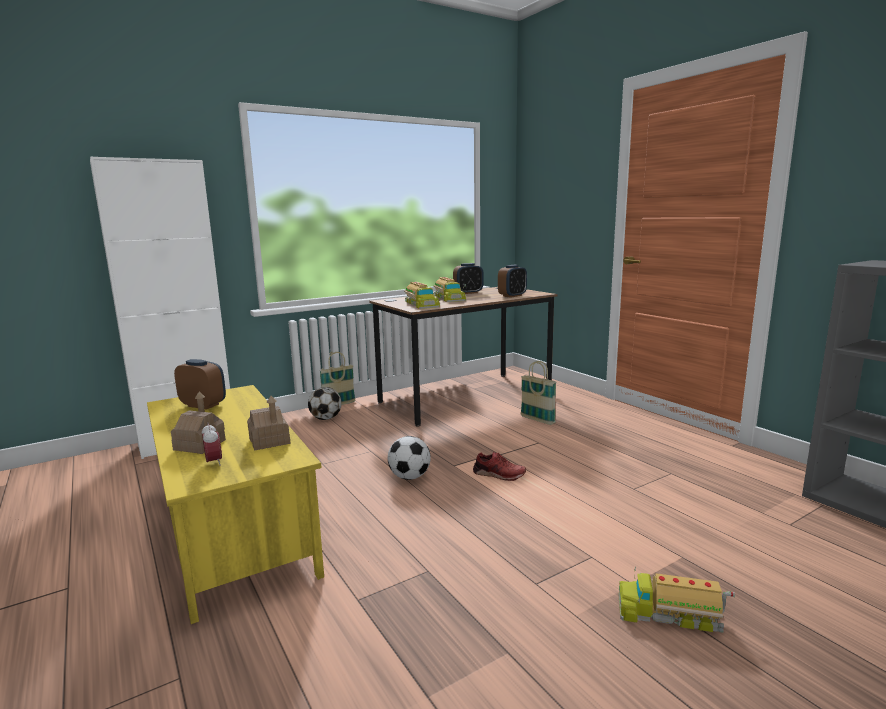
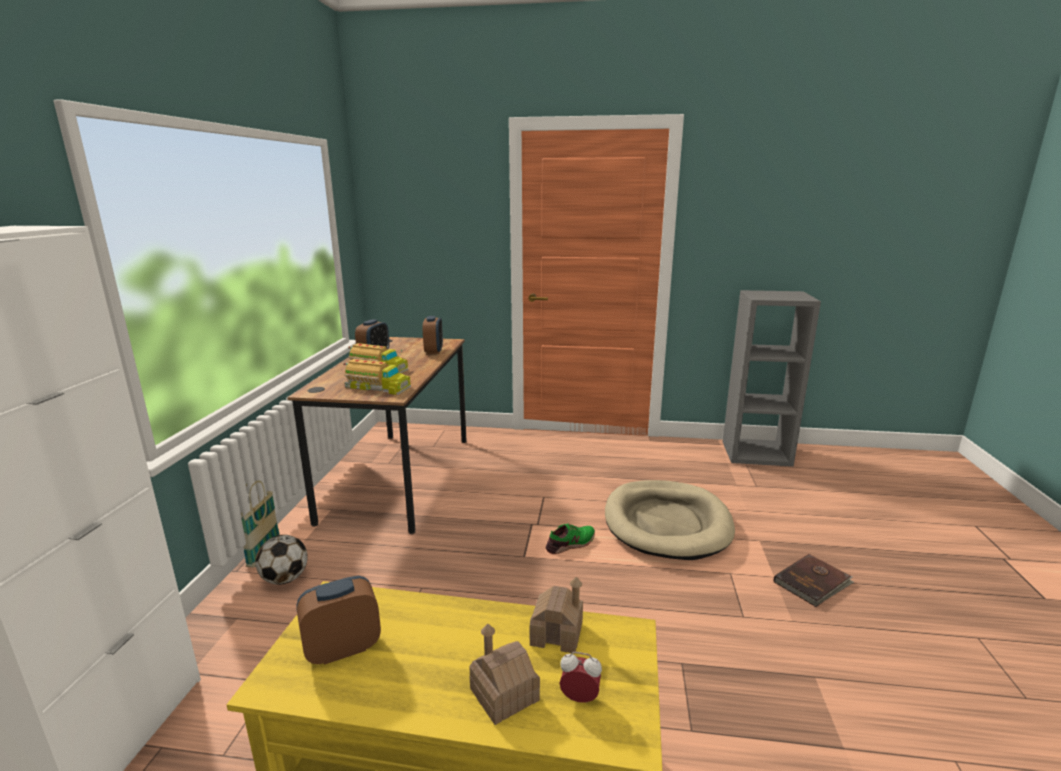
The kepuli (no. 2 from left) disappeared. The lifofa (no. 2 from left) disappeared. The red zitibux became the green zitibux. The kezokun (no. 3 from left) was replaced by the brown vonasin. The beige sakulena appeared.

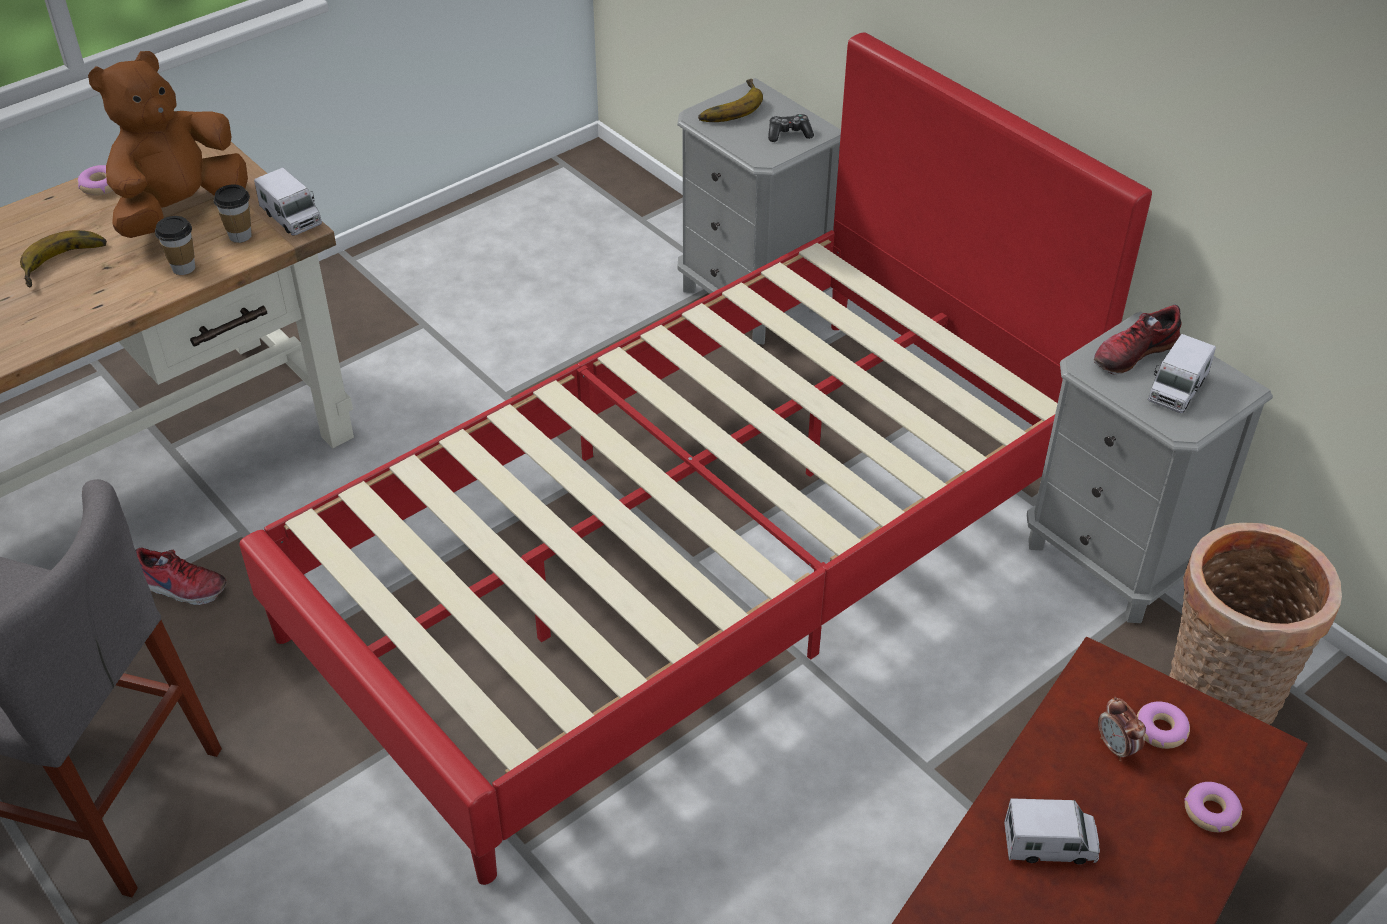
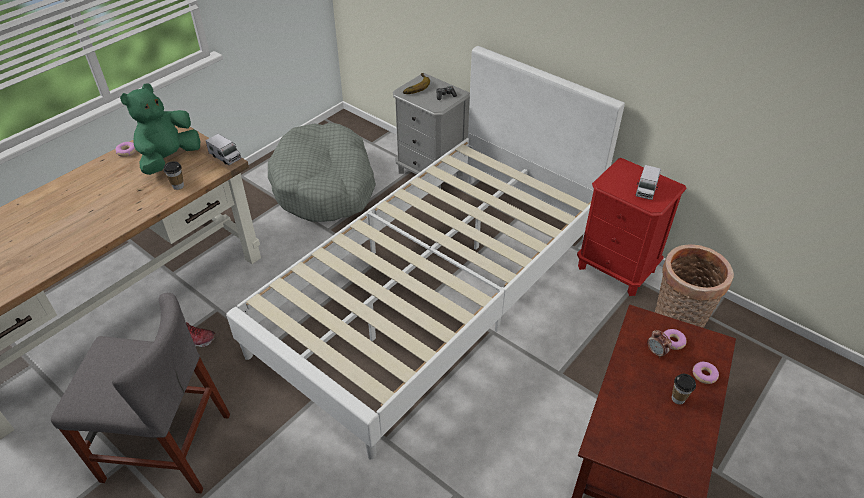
The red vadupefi became the white vadupefi. The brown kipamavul became the green kipamavul. The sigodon (no. 2 from left) moved. The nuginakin (no. 1 from left) disappeared. The zitibux (no. 2 from left) disappeared. The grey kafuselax (no. 2 from left) became the red kafuselax. The kezokun (no. 2 from left) disappeared. The grey sakulena appeared.

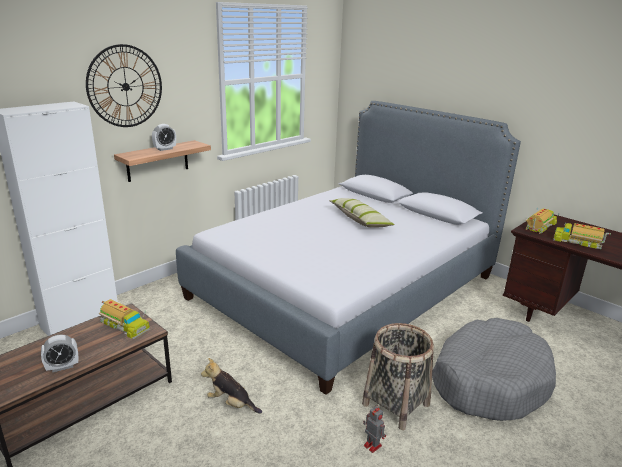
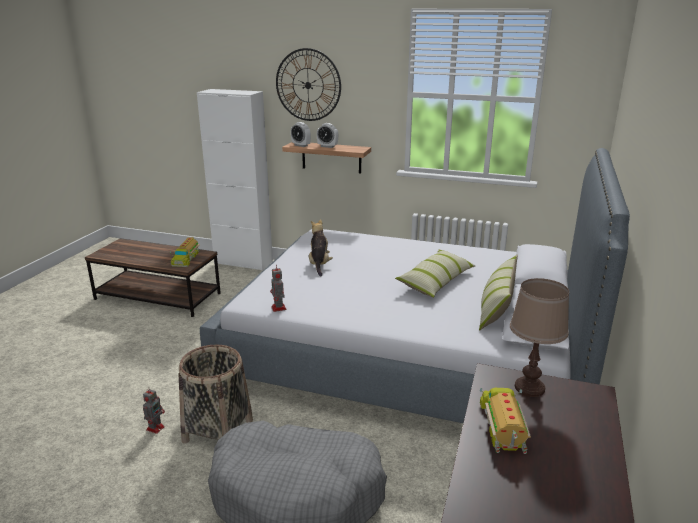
The kezokun (no. 2 from left) was replaced by the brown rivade. The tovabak (no. 1 from left) moved. The kipamavul moved. The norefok (no. 2 from left) appeared. The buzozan (no. 2 from left) appeared.

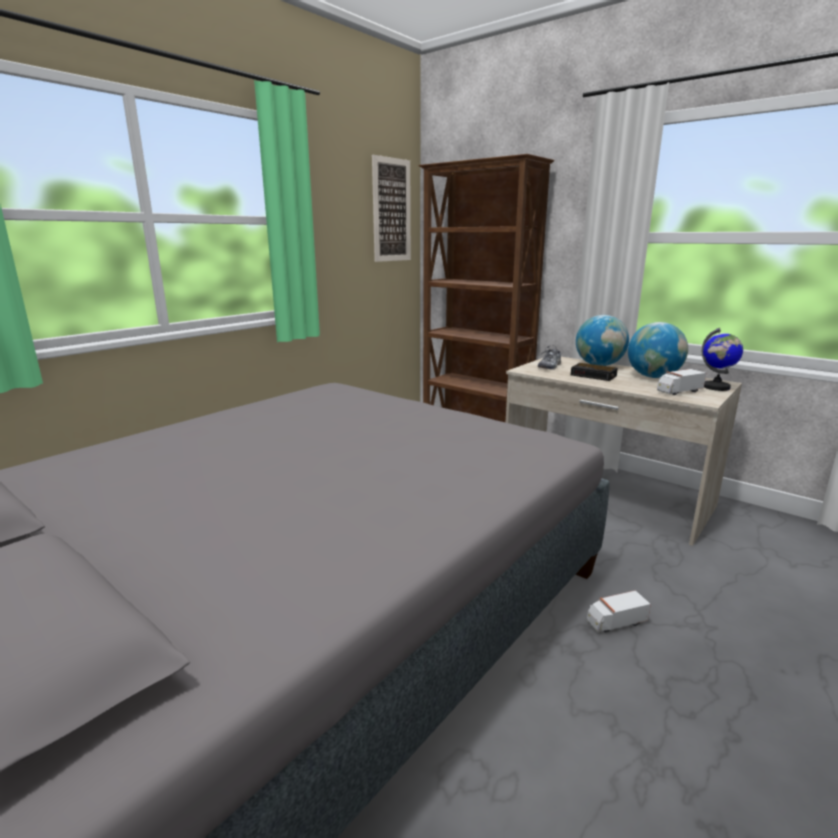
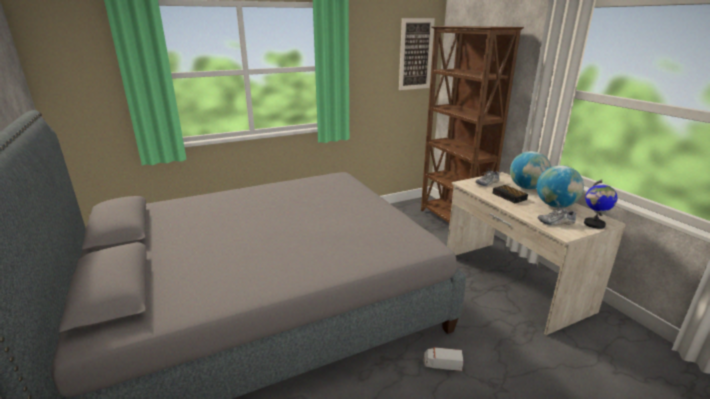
The kezokun (no. 2 from left) was replaced by the zitibux (no. 2 from left).

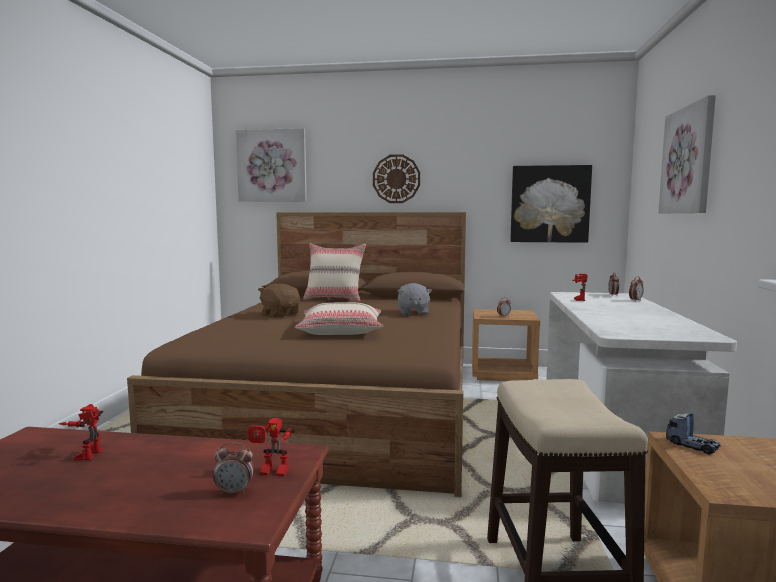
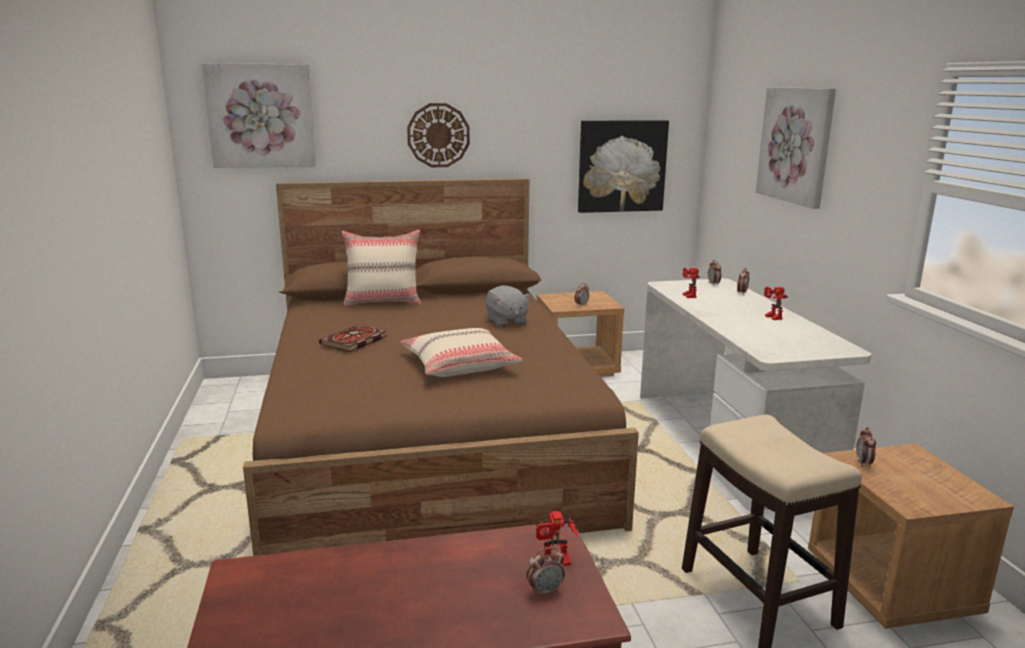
The brown kipamavul was replaced by the vonasin. The buzozan (no. 1 from left in the first image) moved. The kezokun was replaced by the tovabak (no. 5 from left).

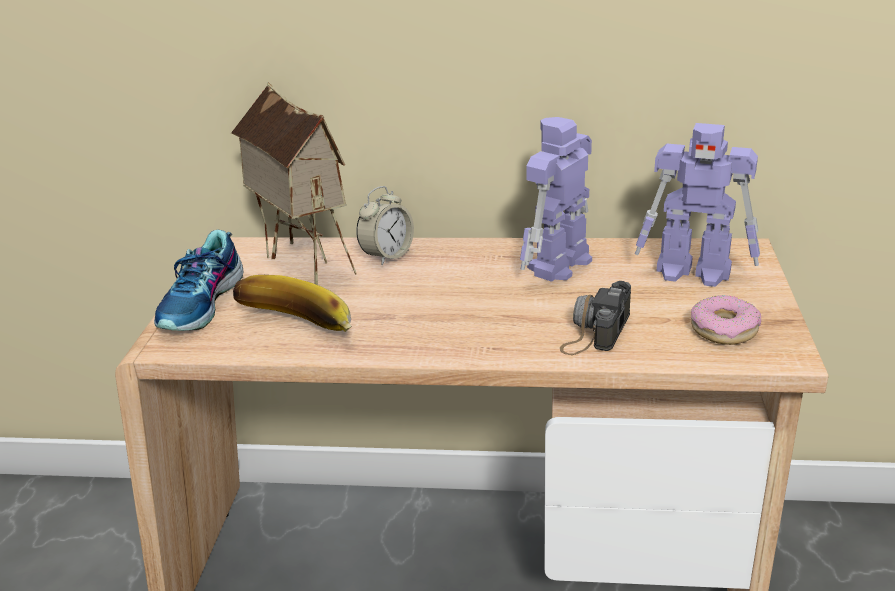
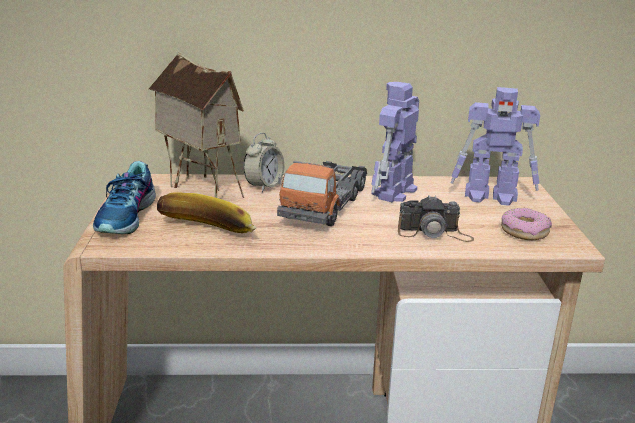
The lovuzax turned 105 degrees counterclockwise. The kezokun appeared.

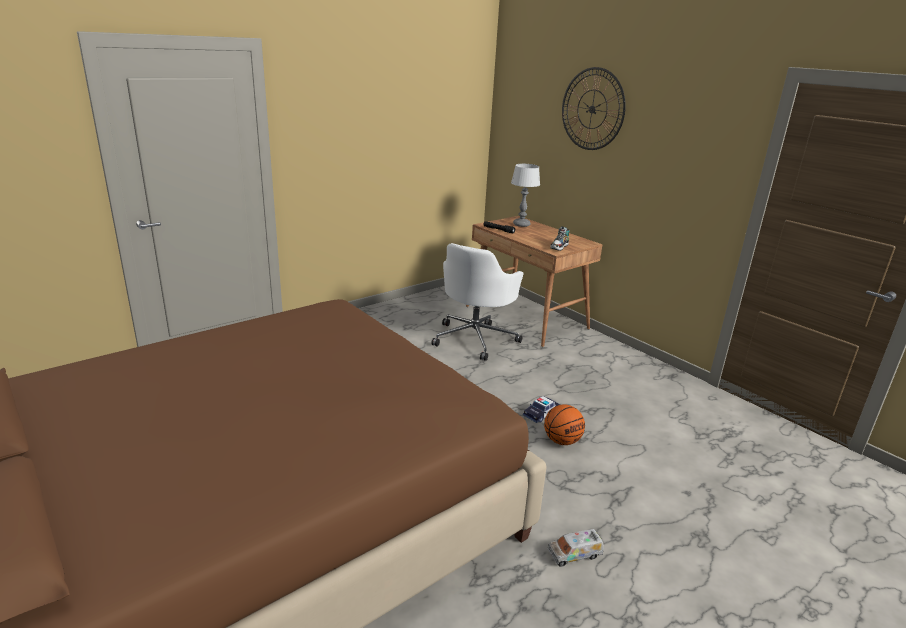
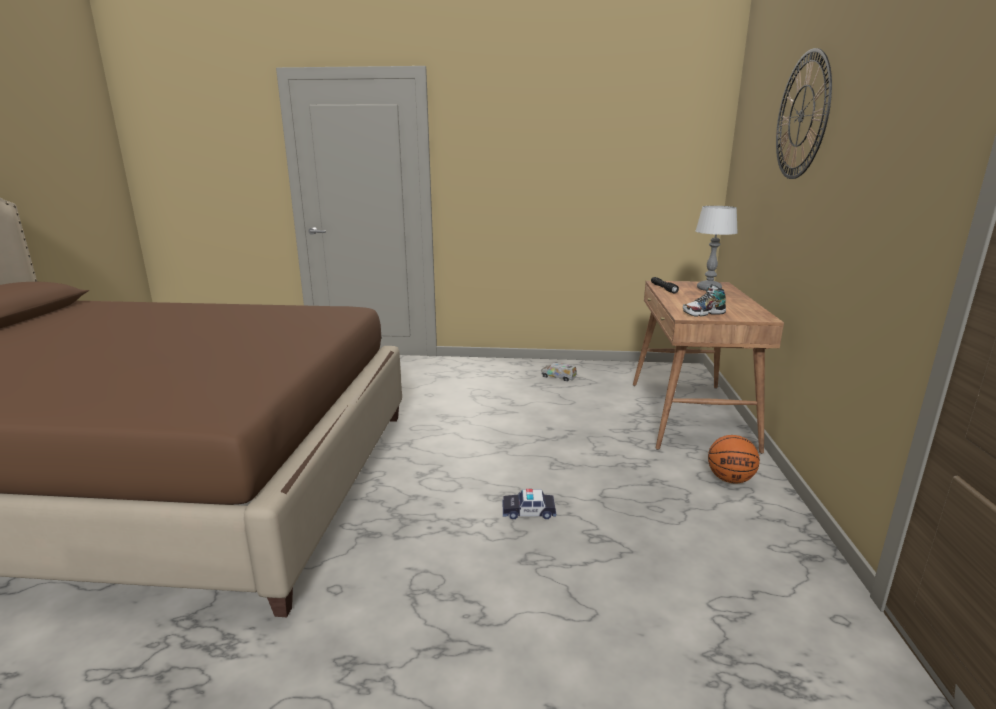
The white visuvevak disappeared. The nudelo moved. The kezokun moved.

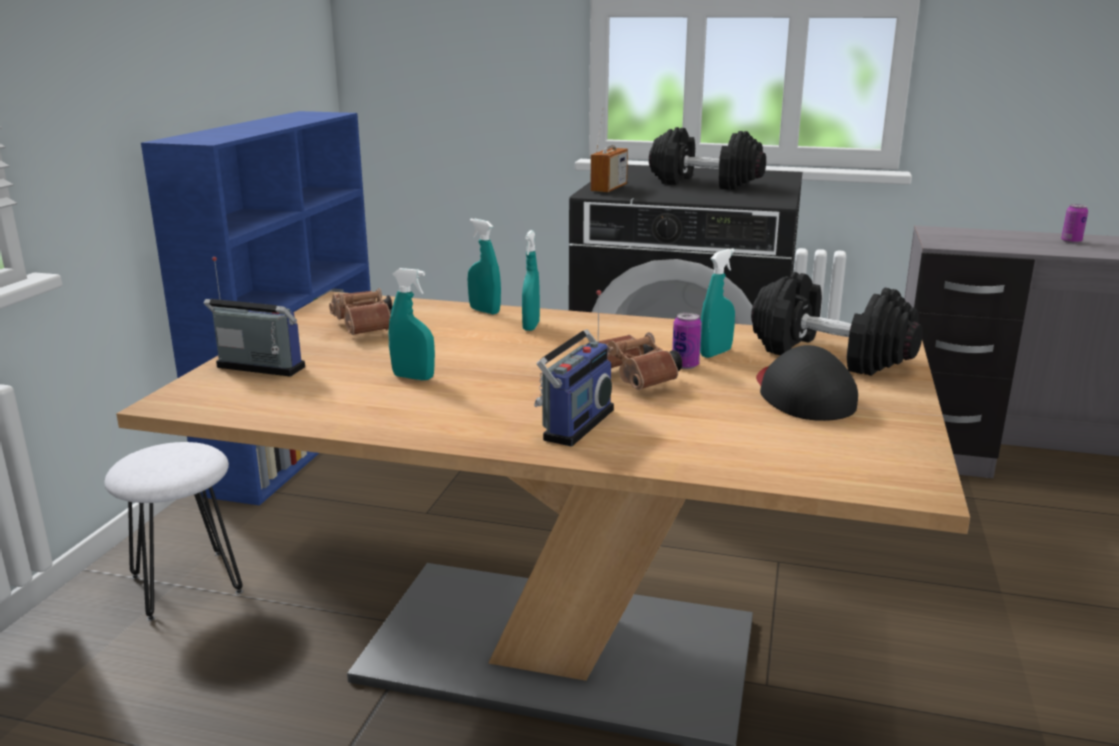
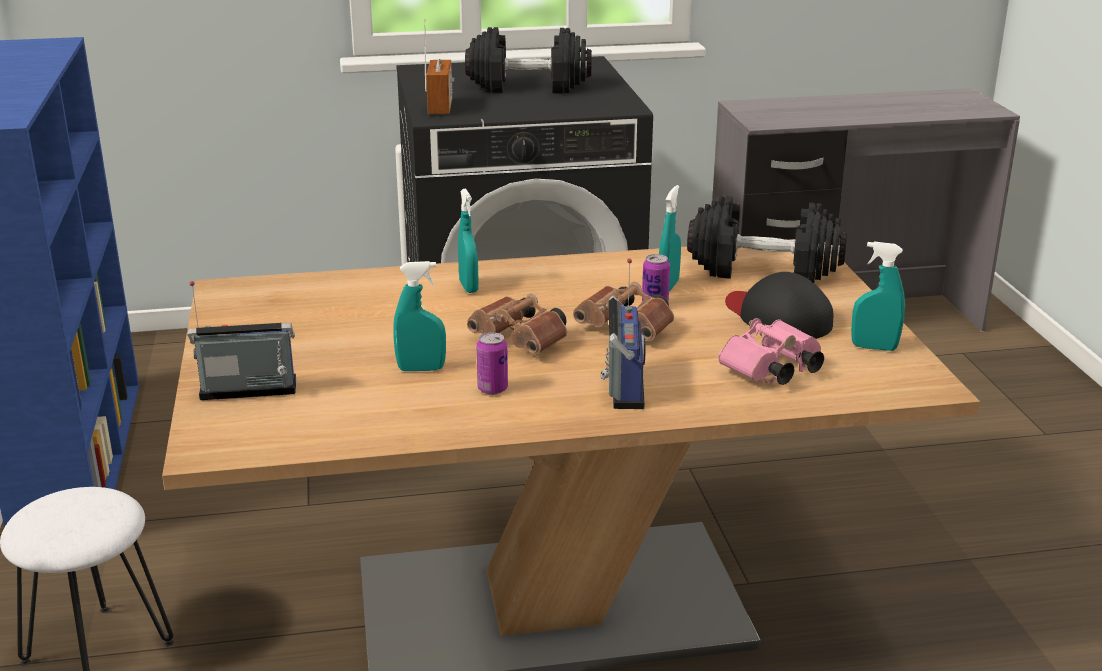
The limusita (no. 2 from left in the first image) moved. The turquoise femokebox (no. 2 from left in the first image) moved. The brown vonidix (no. 1 from left) moved. The pink vonidix appeared.

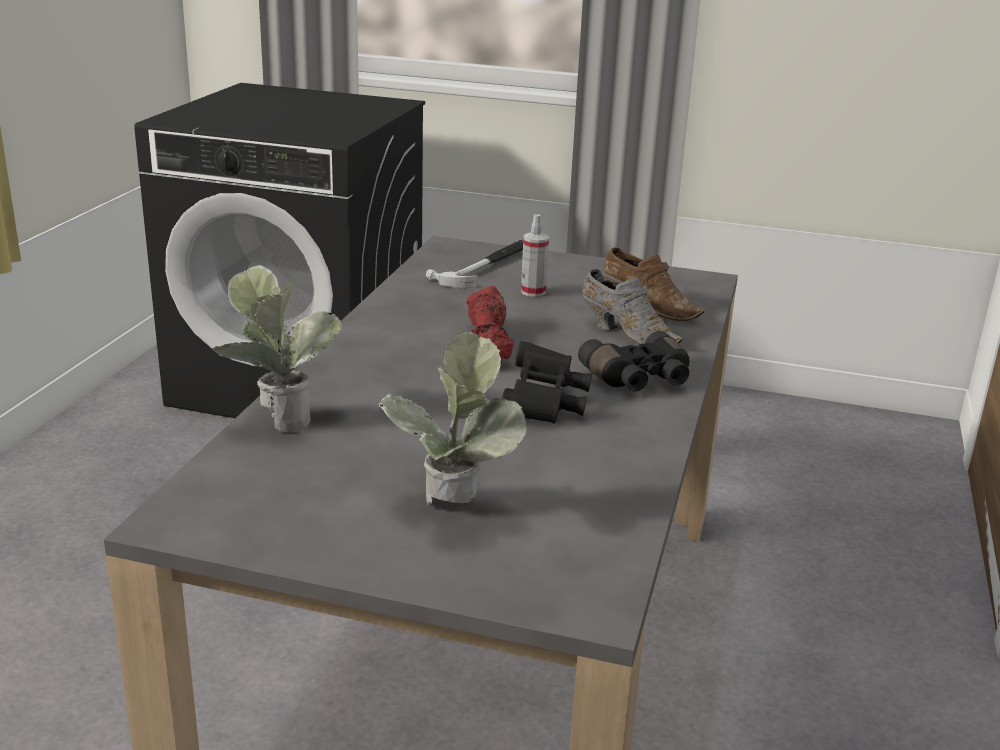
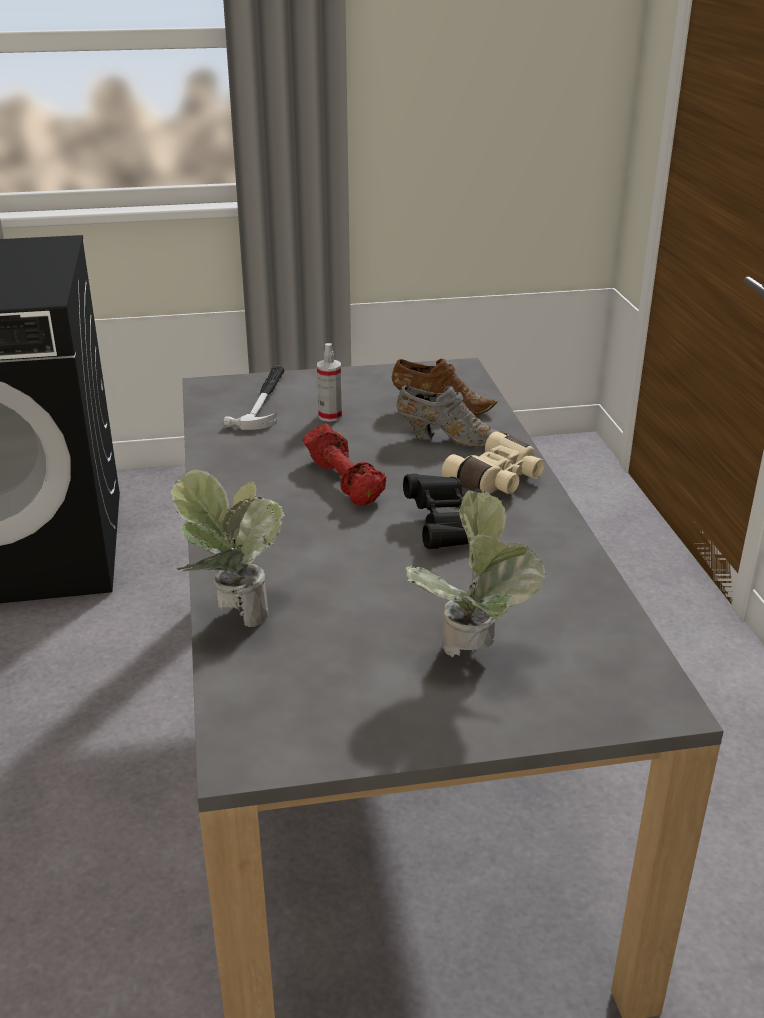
The black vonidix (no. 2 from left) became the beige vonidix.

